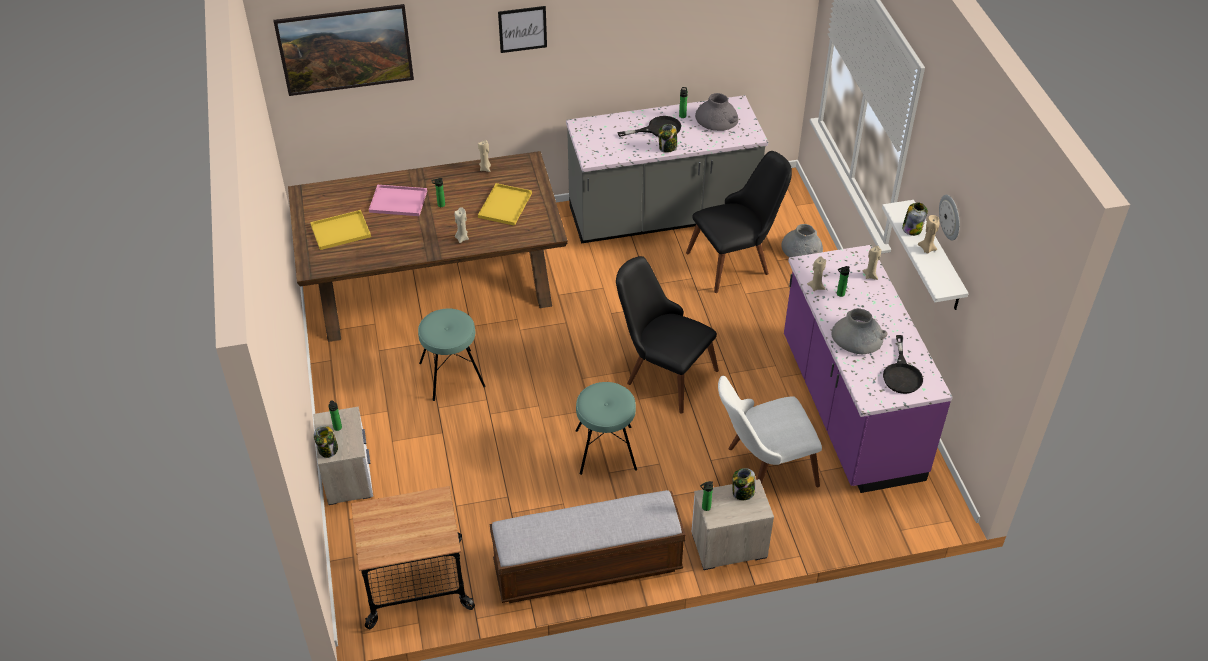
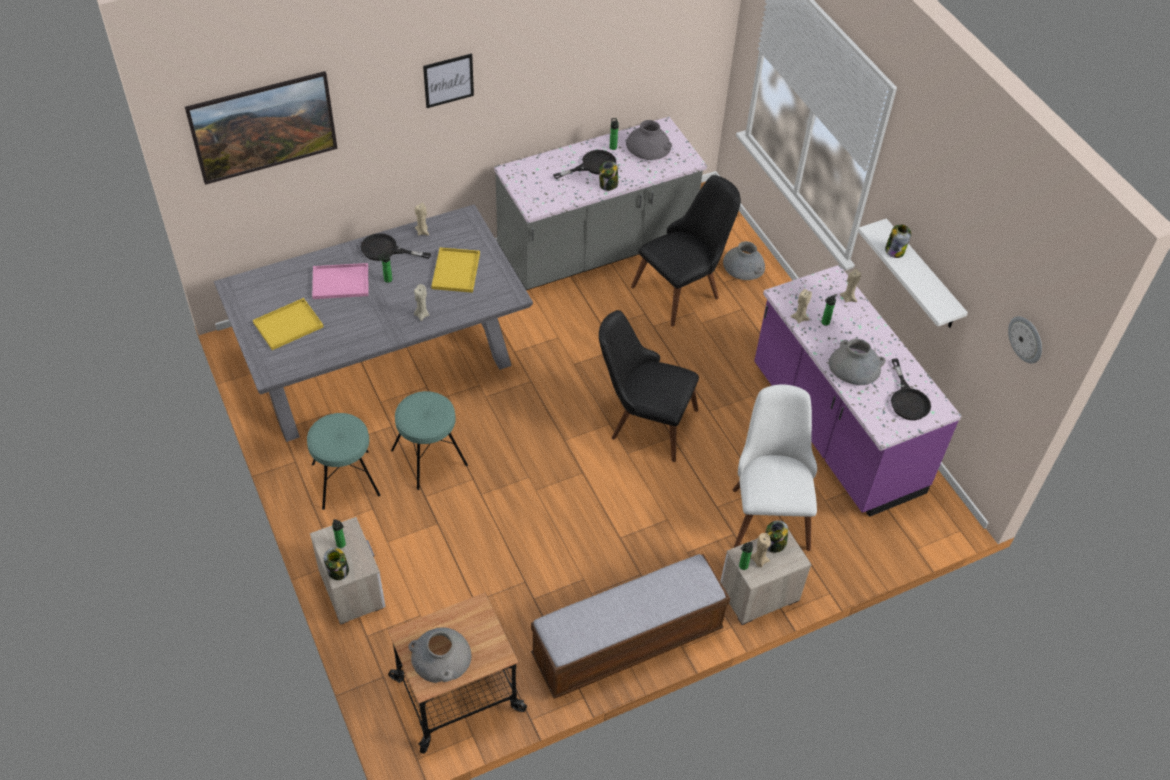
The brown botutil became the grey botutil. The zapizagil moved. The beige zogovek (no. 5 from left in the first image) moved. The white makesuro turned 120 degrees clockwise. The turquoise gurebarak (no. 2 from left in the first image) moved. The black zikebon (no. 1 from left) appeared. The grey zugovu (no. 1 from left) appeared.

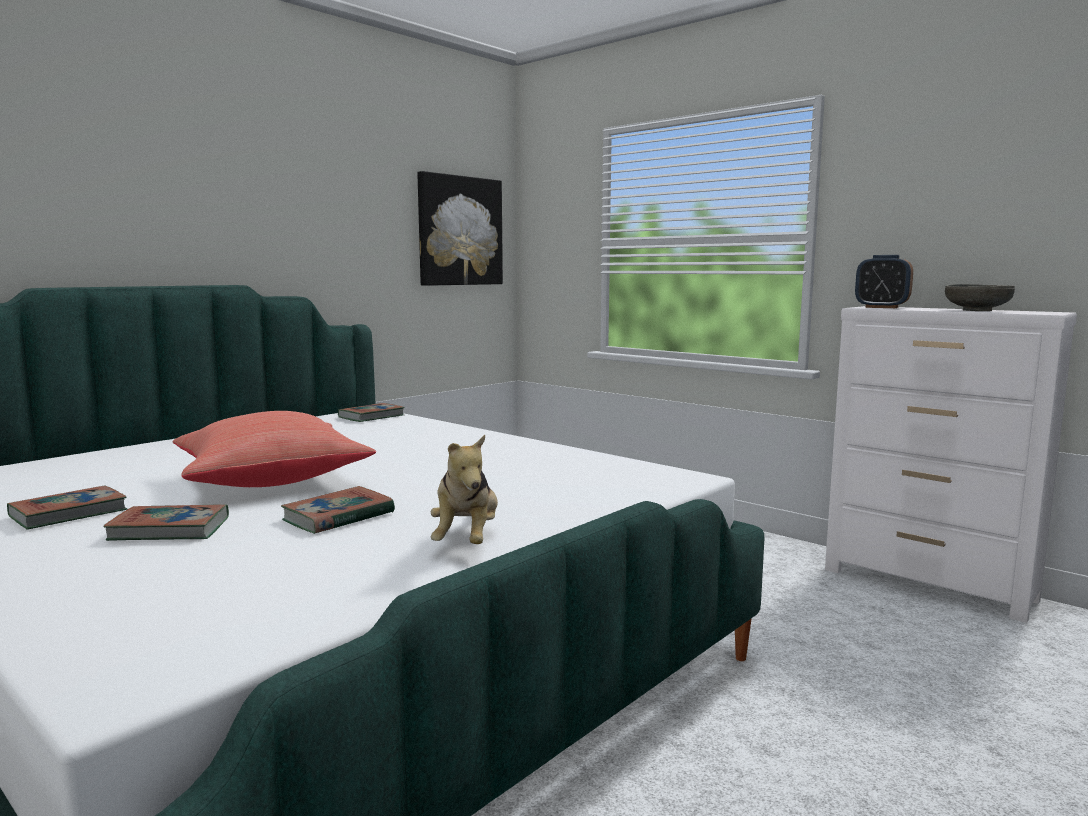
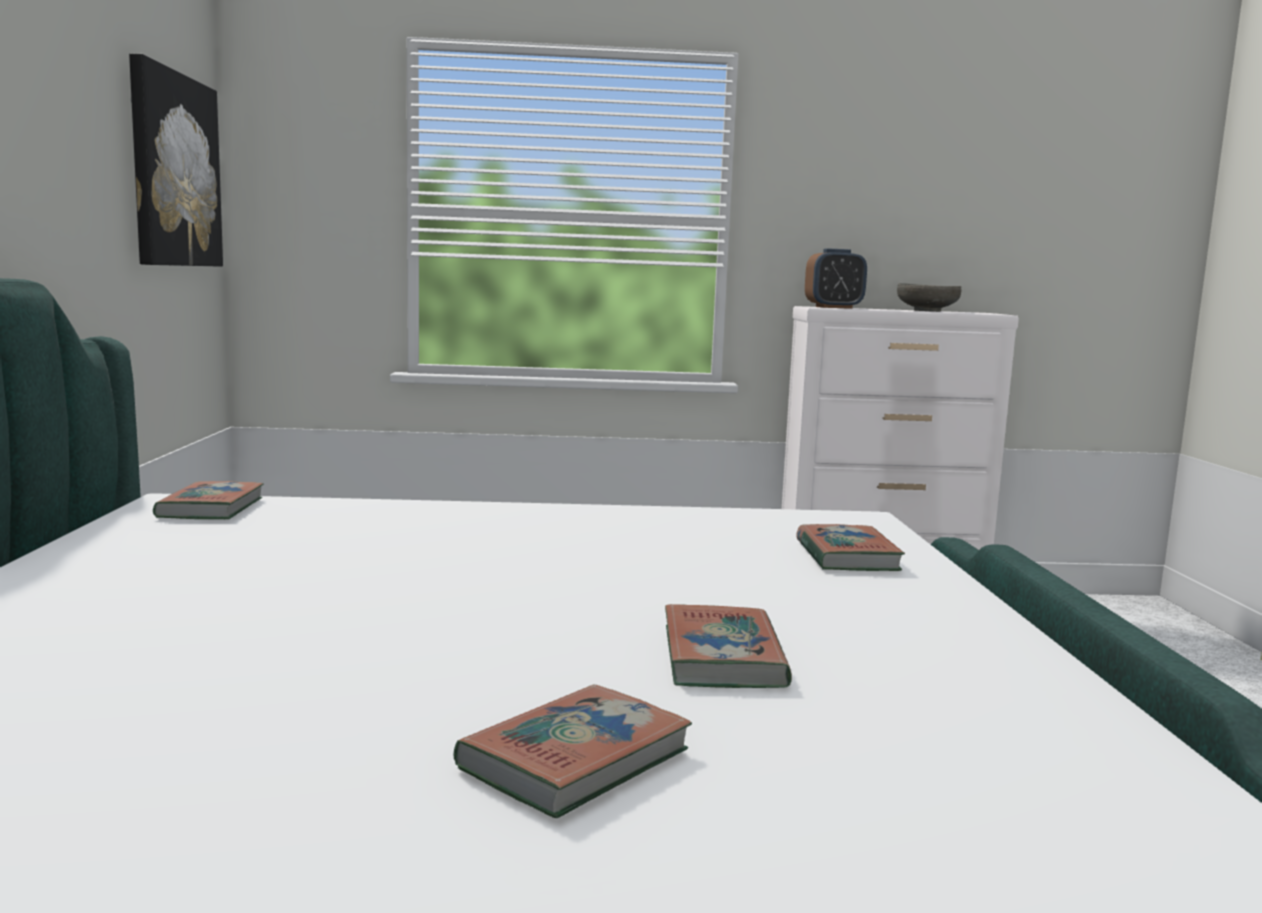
The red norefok disappeared. The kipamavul disappeared. The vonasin (no. 1 from left in the first image) moved.

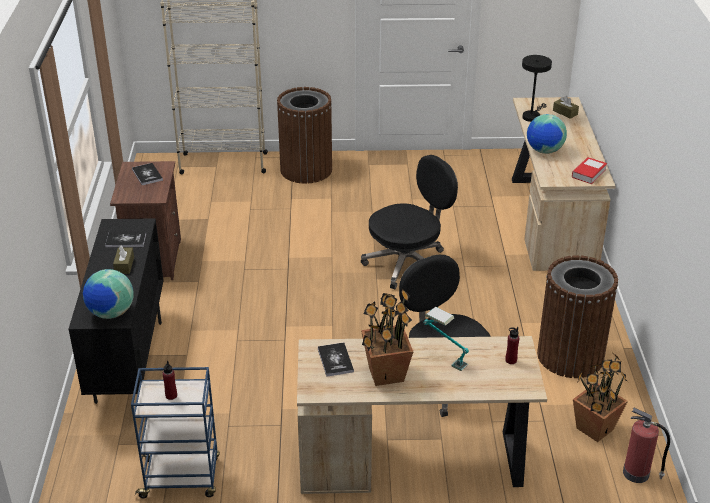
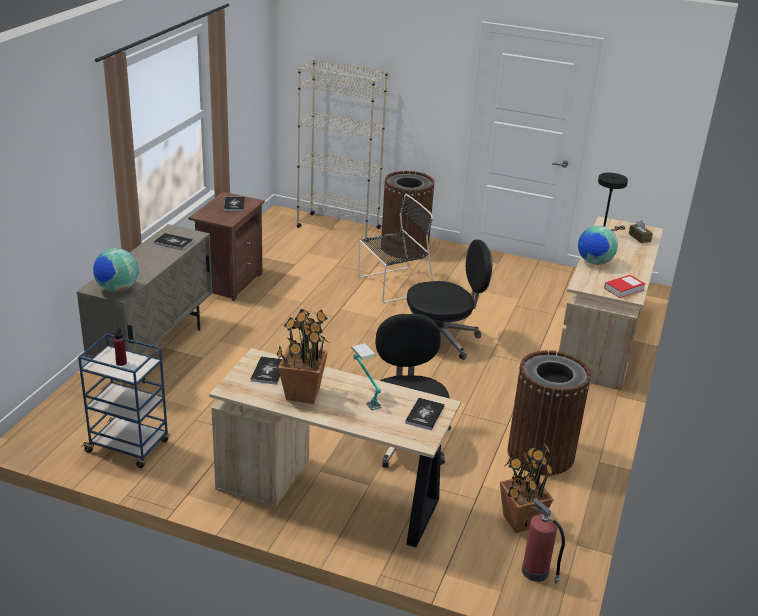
The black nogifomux became the beige nogifomux. The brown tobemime (no. 1 from left) disappeared. The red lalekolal (no. 2 from left) was replaced by the vonasin (no. 4 from left). The black makesuro appeared.

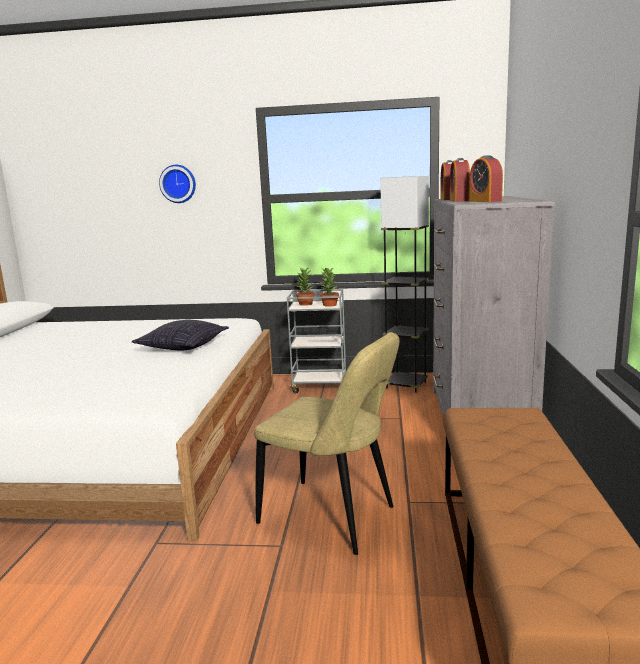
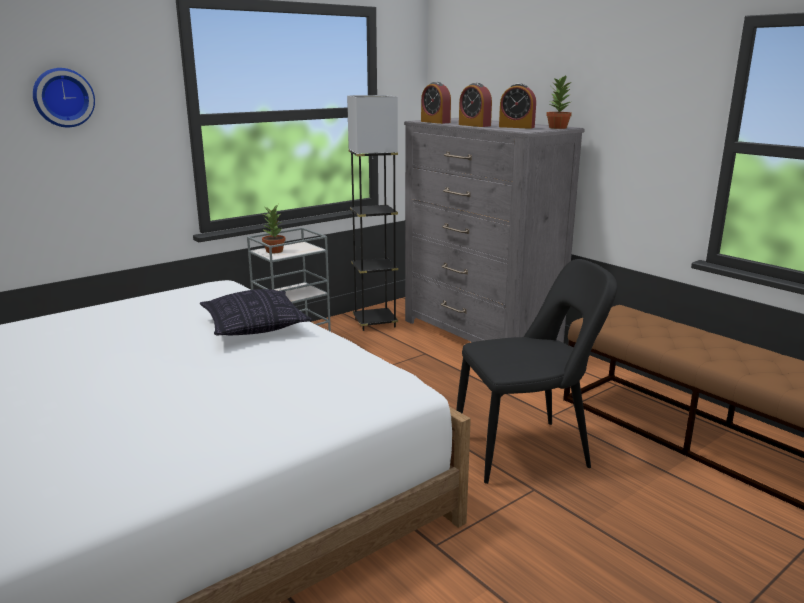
The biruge (no. 2 from left) moved. The beige makesuro became the black makesuro.

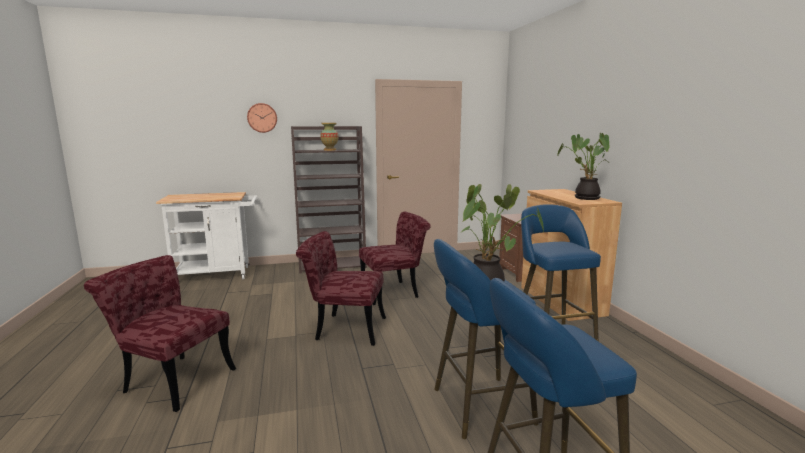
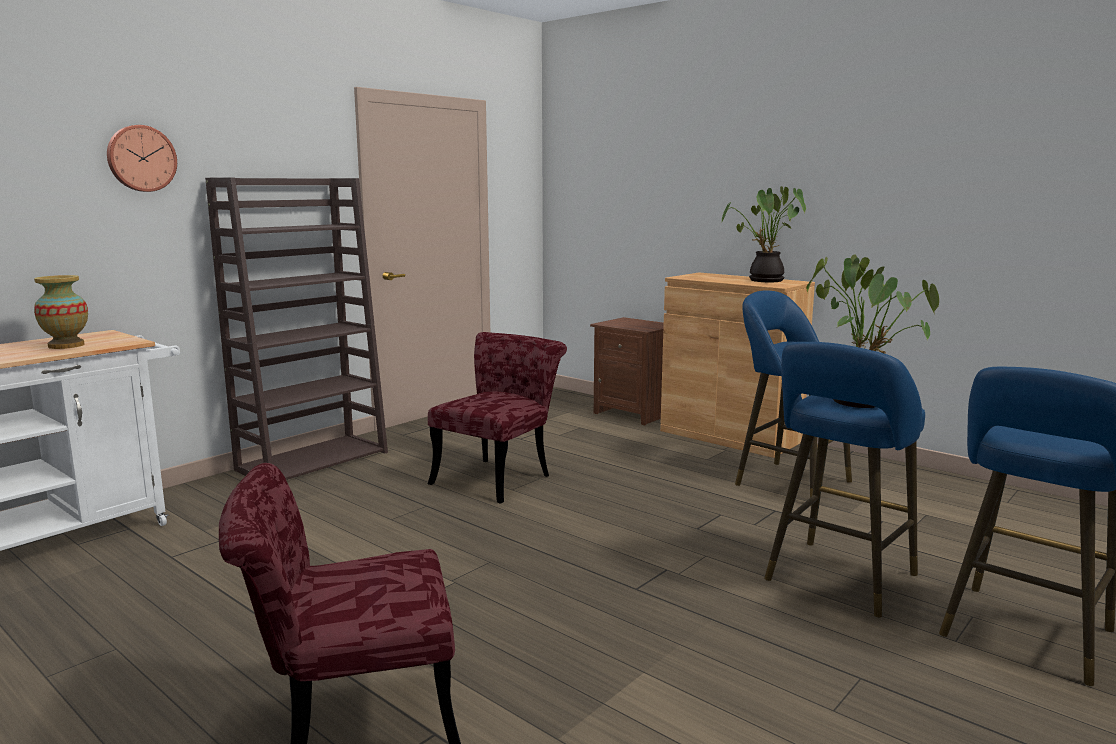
The zugovu moved. The red makesuro (no. 2 from left) disappeared.

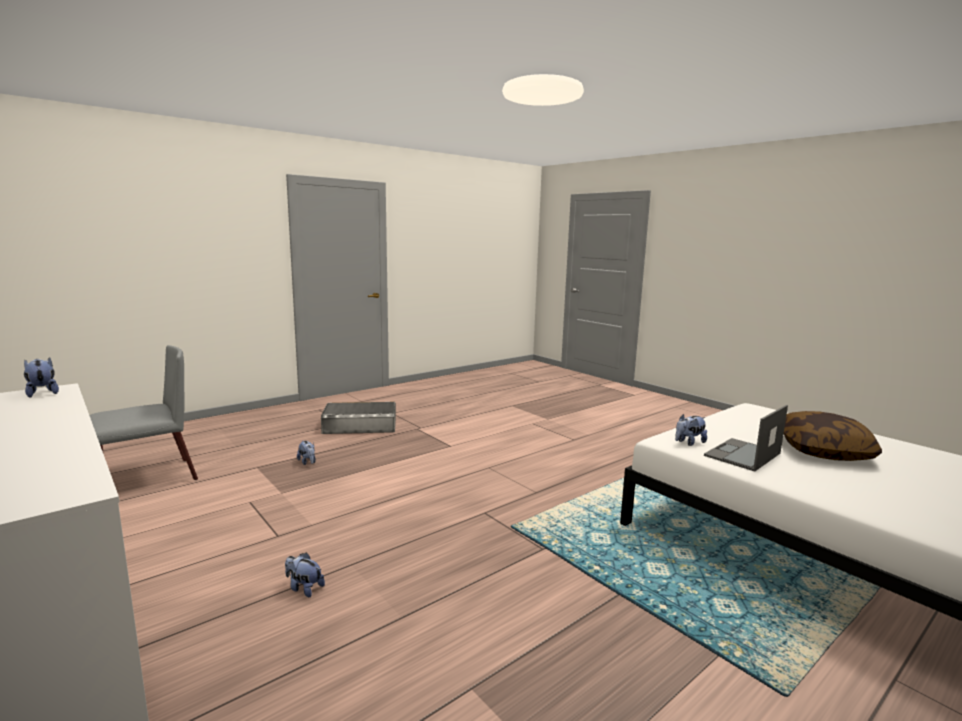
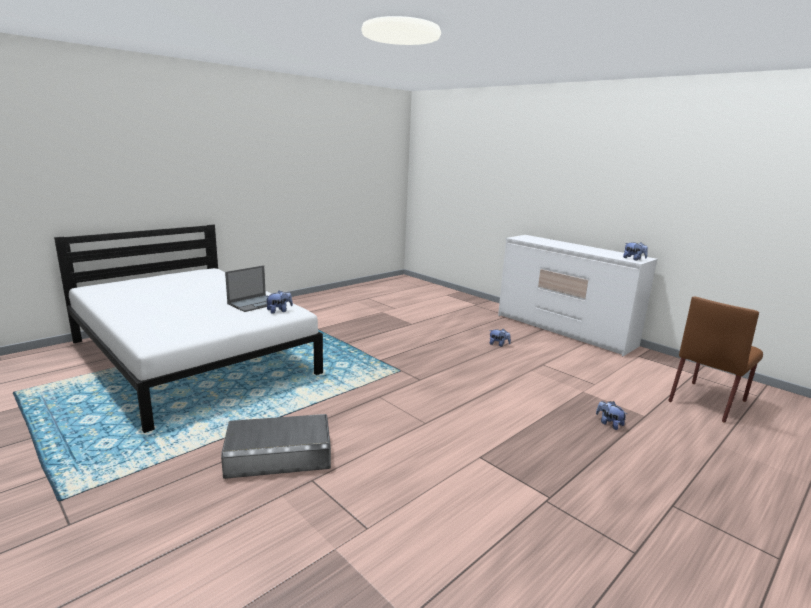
The grey makesuro became the brown makesuro. The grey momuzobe moved. The norefok disappeared.

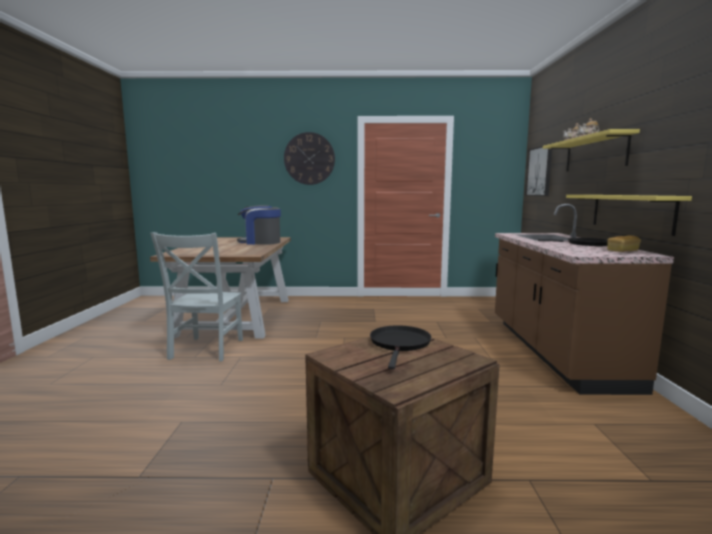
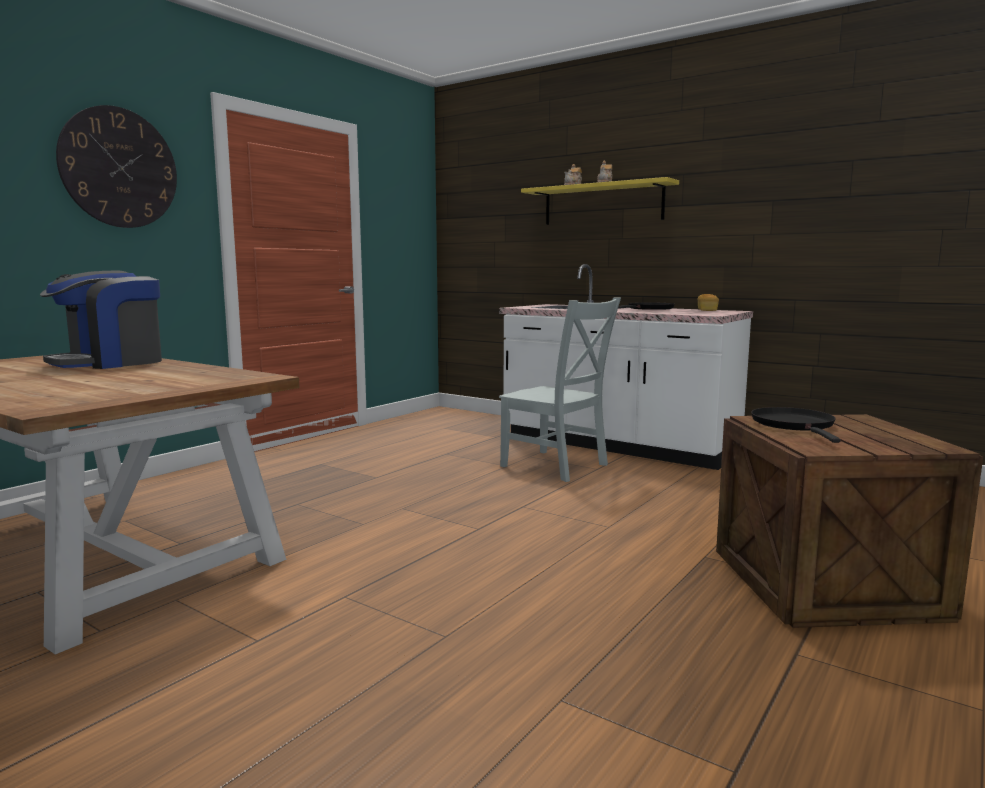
The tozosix disappeared. The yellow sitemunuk (no. 2 from left) disappeared. The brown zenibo became the white zenibo. The grey makesuro moved. The black zikebon (no. 1 from left in the first image) turned 45 degrees clockwise.

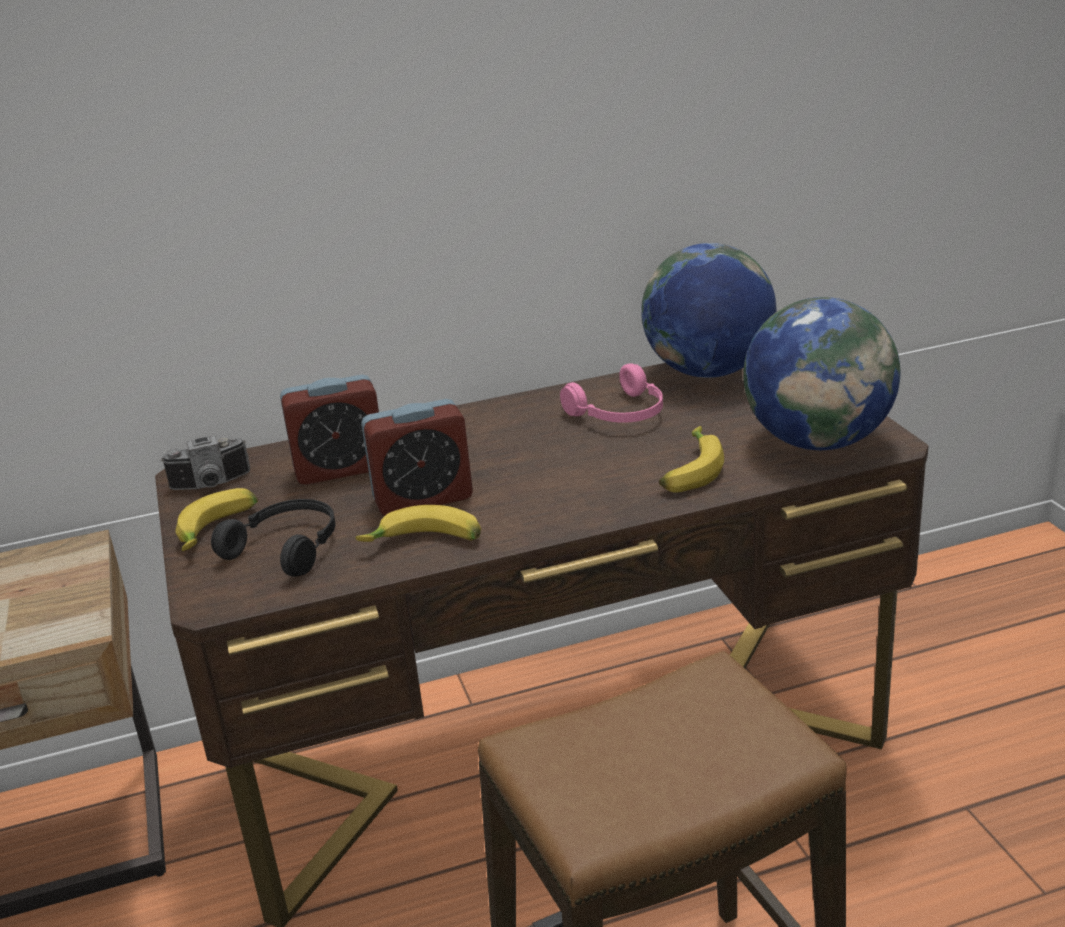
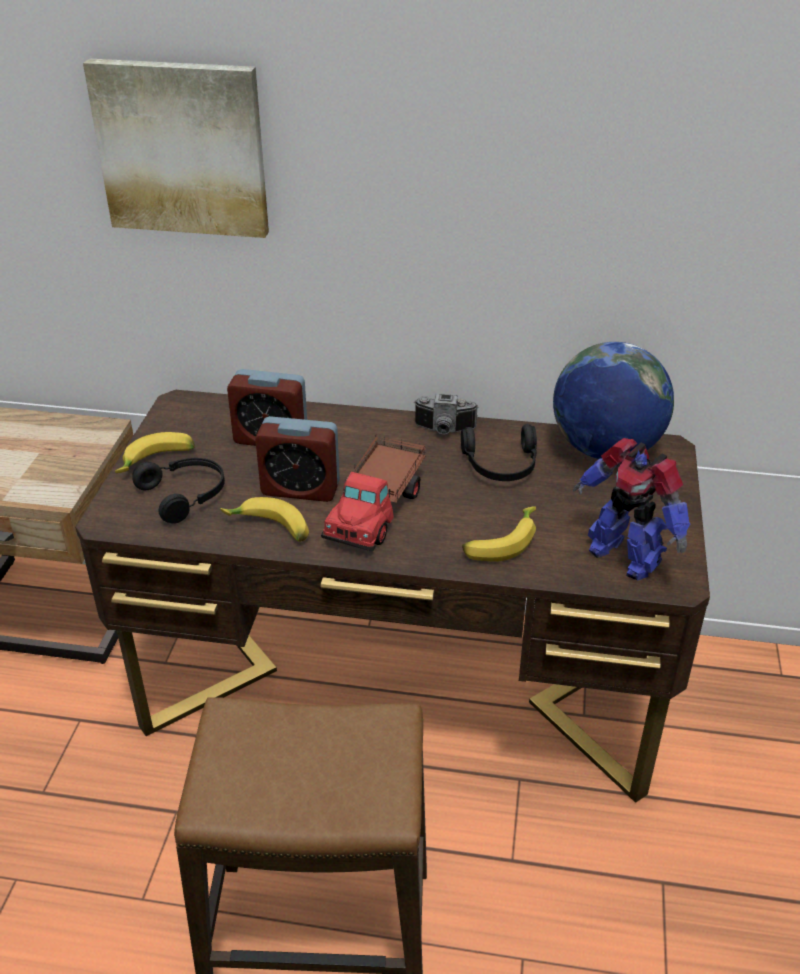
The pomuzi (no. 2 from left) was replaced by the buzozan. The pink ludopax became the black ludopax (no. 2 from left). The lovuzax moved. The tozosix appeared. The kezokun appeared.

